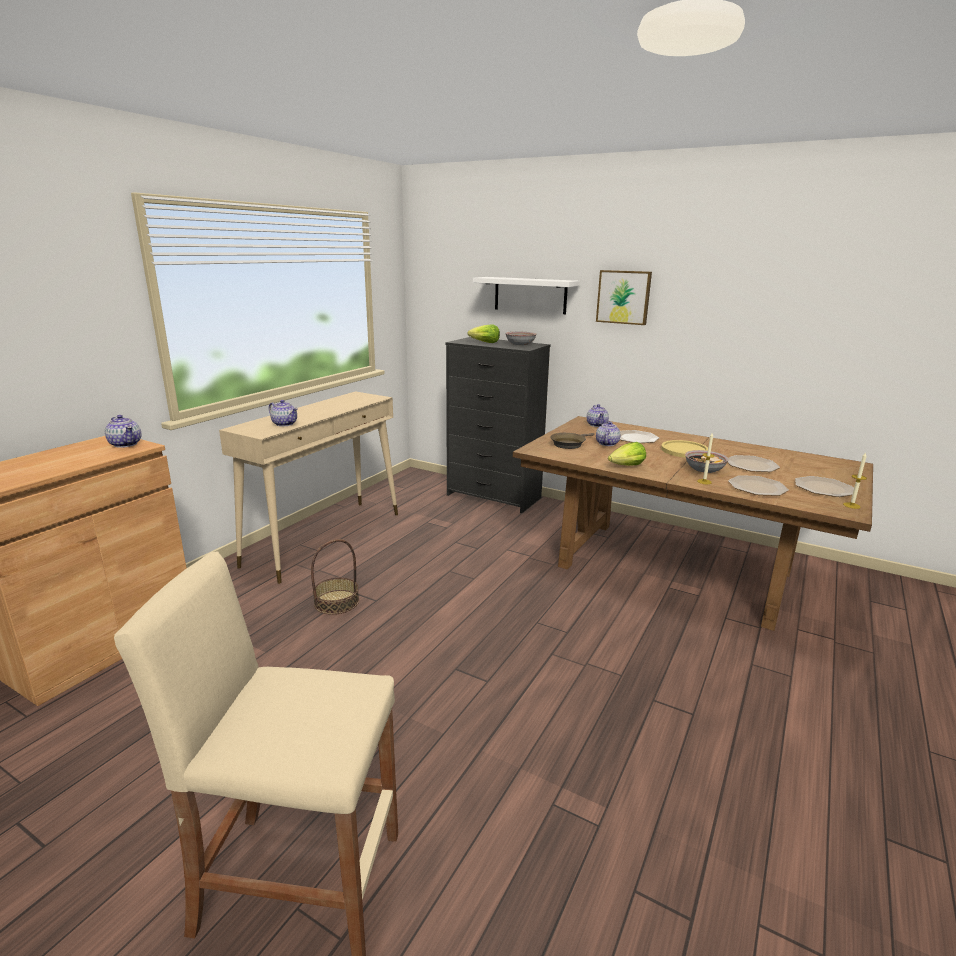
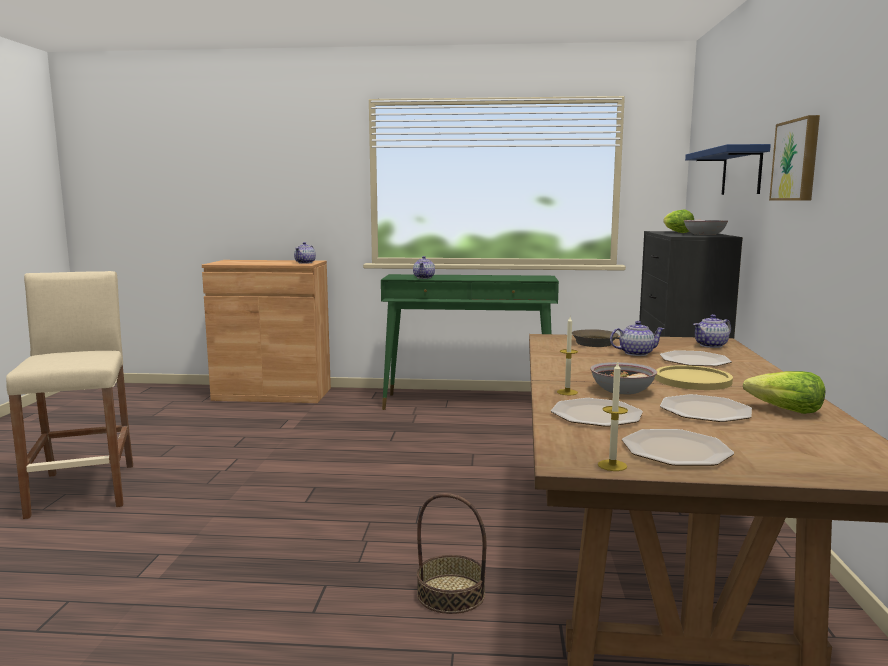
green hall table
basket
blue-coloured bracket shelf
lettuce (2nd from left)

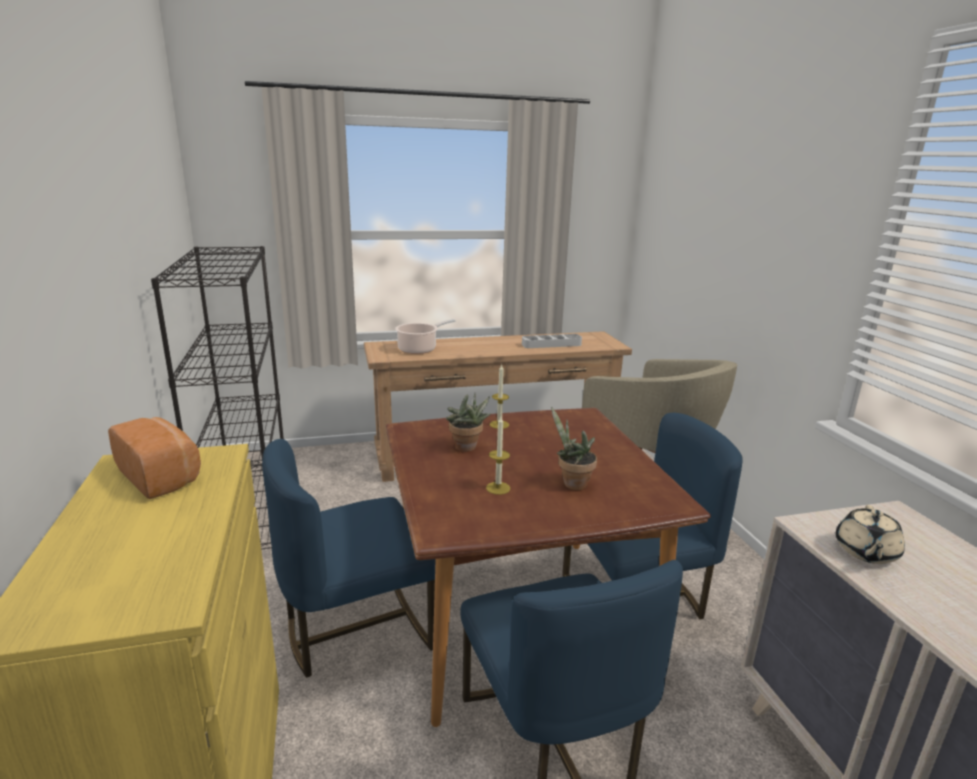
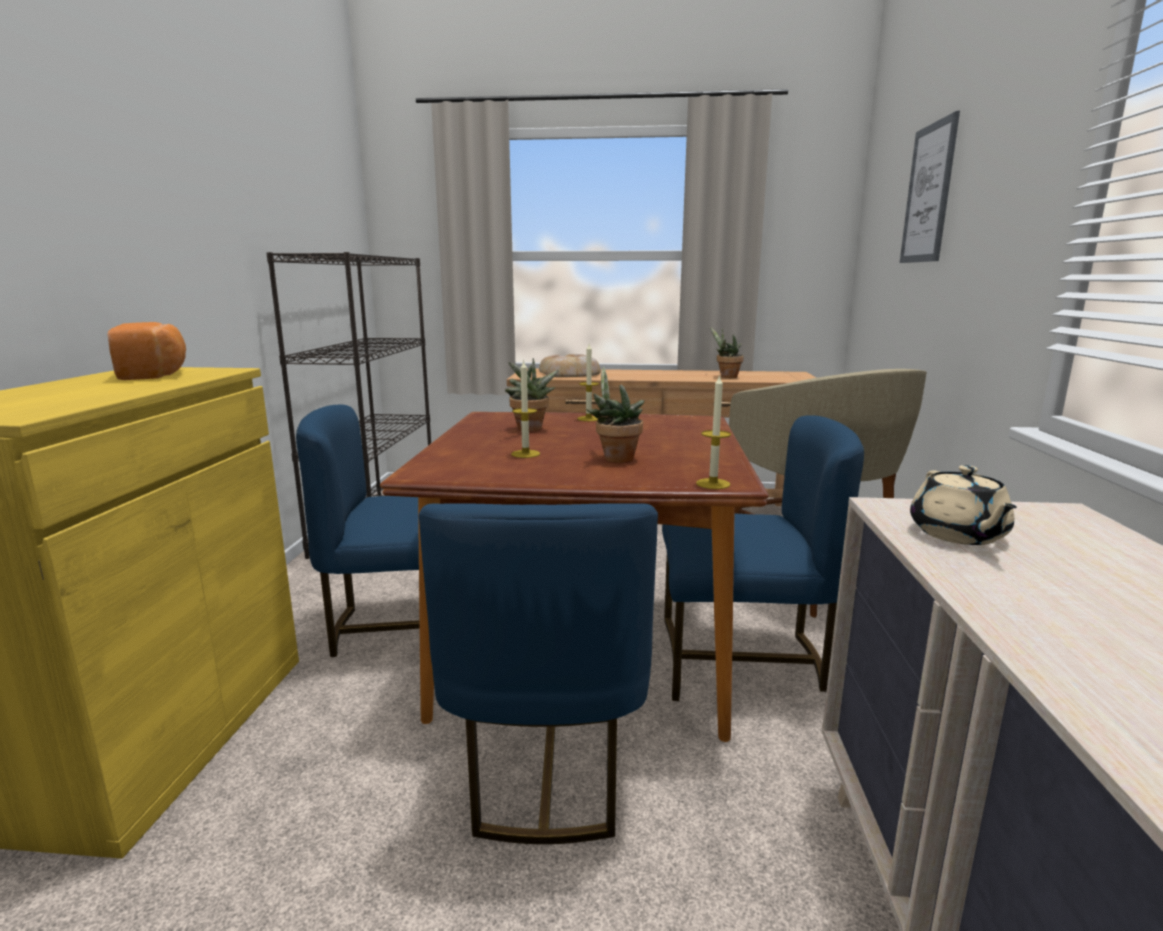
bakery bread (2nd from left)
wax light (3rd from left)
plant in a pot (3rd from left)
wall art
beige teapot

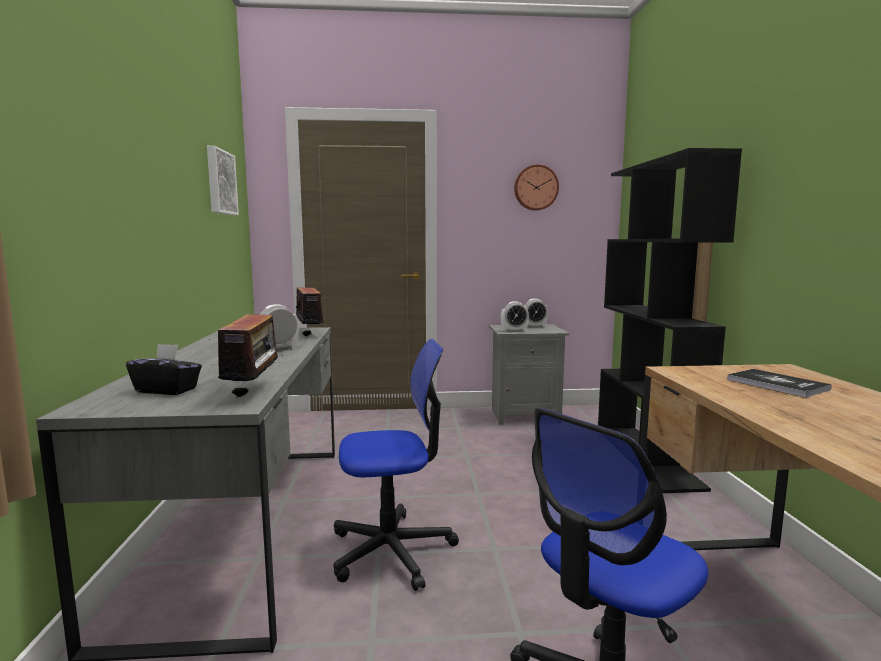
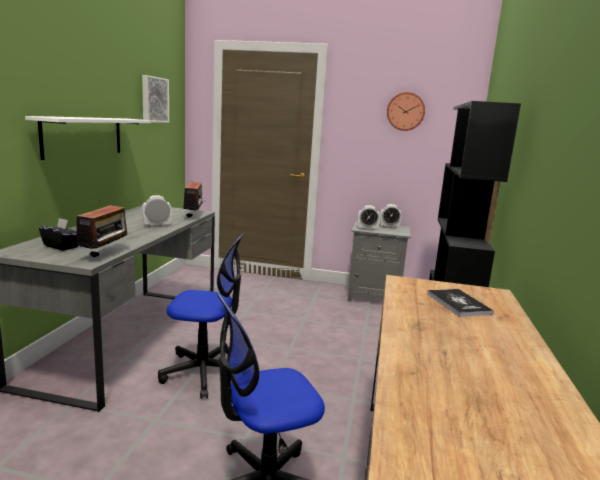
whitish bracket shelf

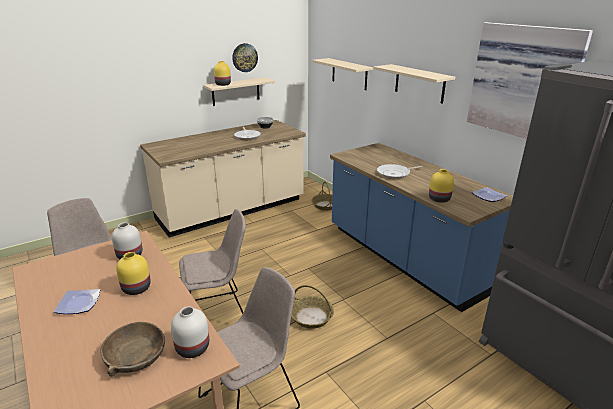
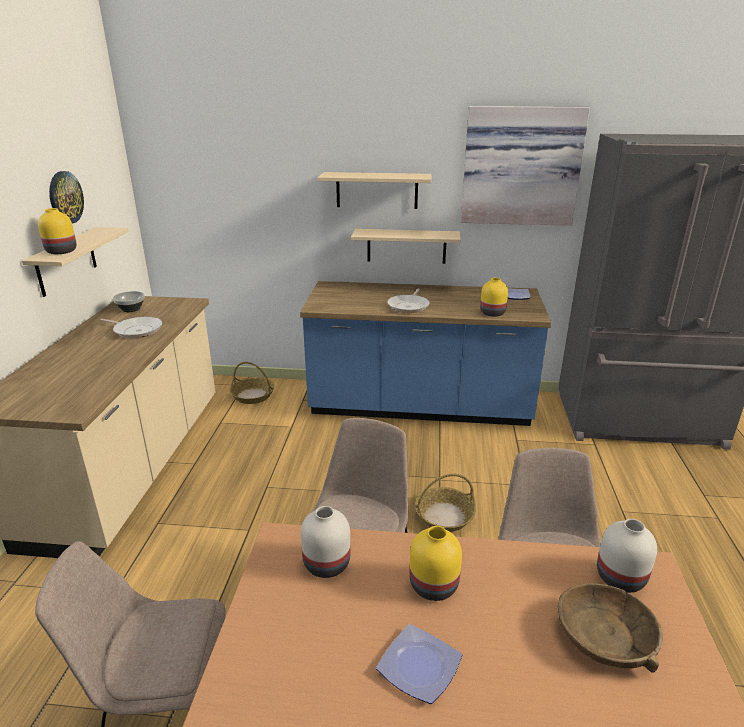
beige bracket shelf (3rd from left)

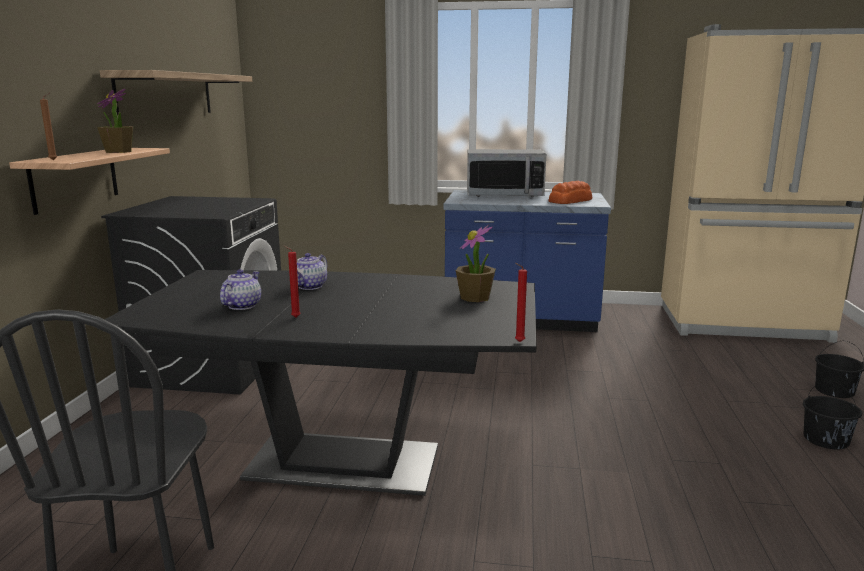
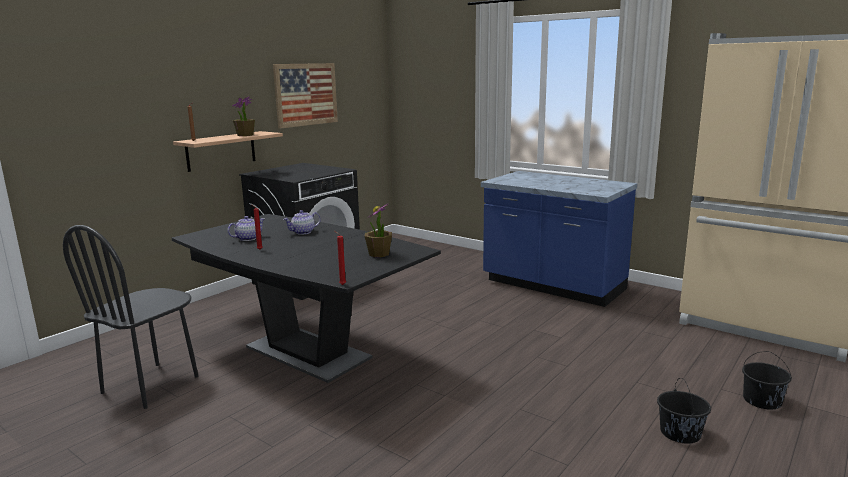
wall art
microwave
bakery bread

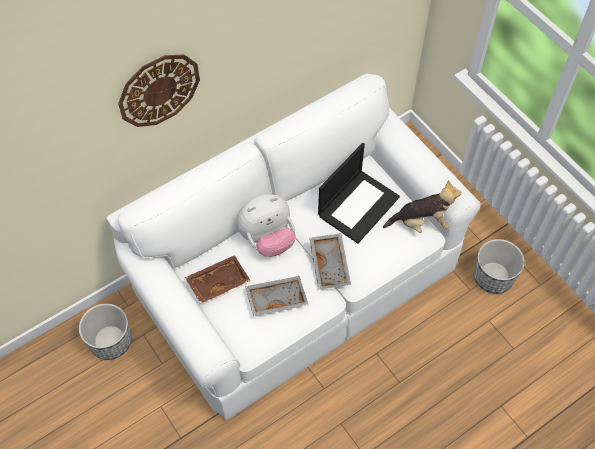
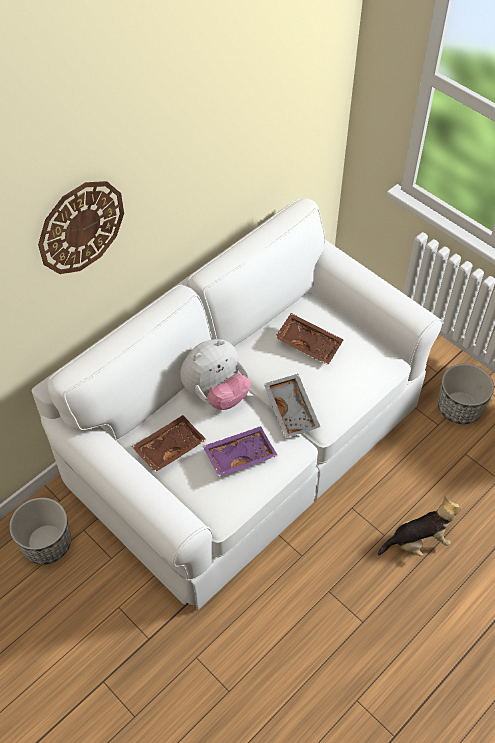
purple-coloured carrying tray
brown carrying tray (2nd from left)
plush toy (2nd from left)

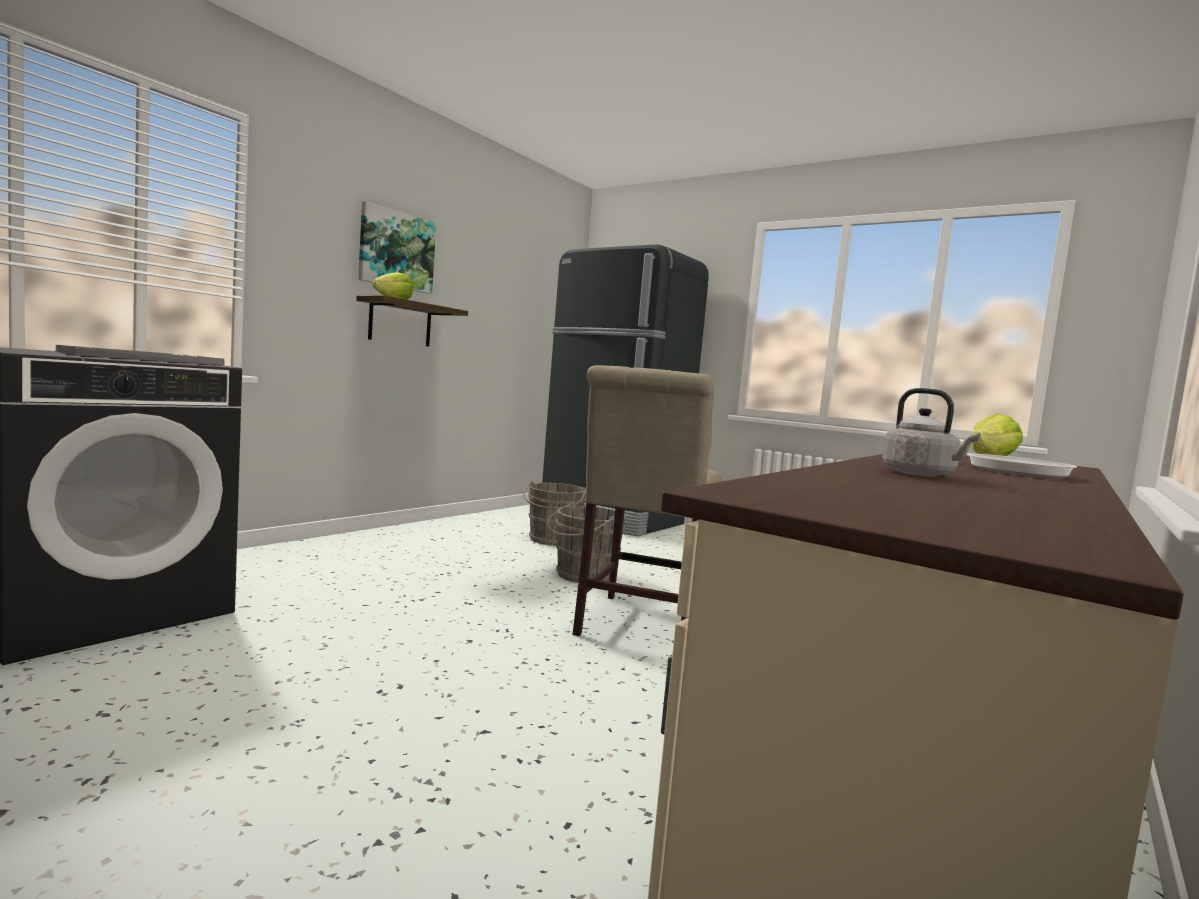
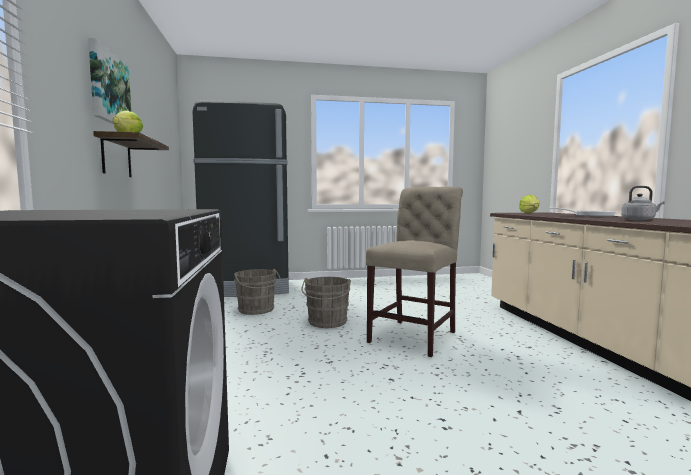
beige chair
carrying tray

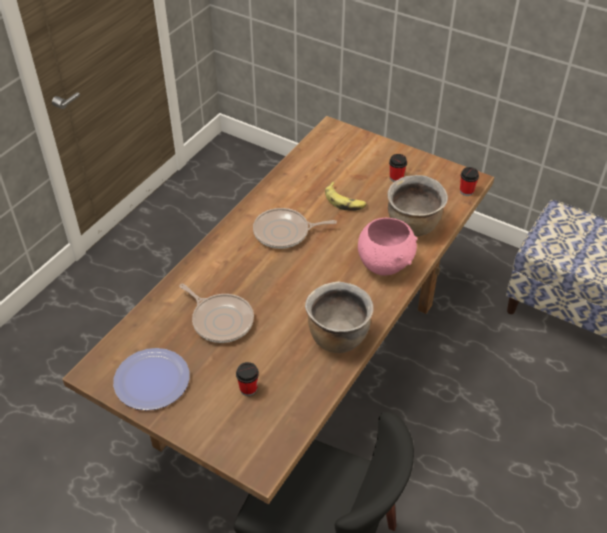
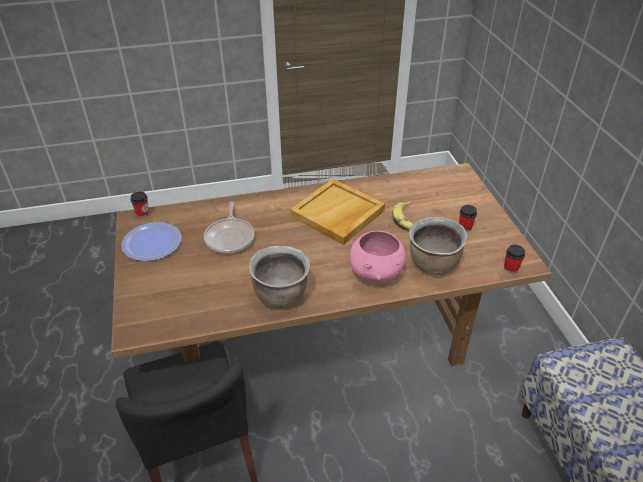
cup (1st from left)
beige carrying tray

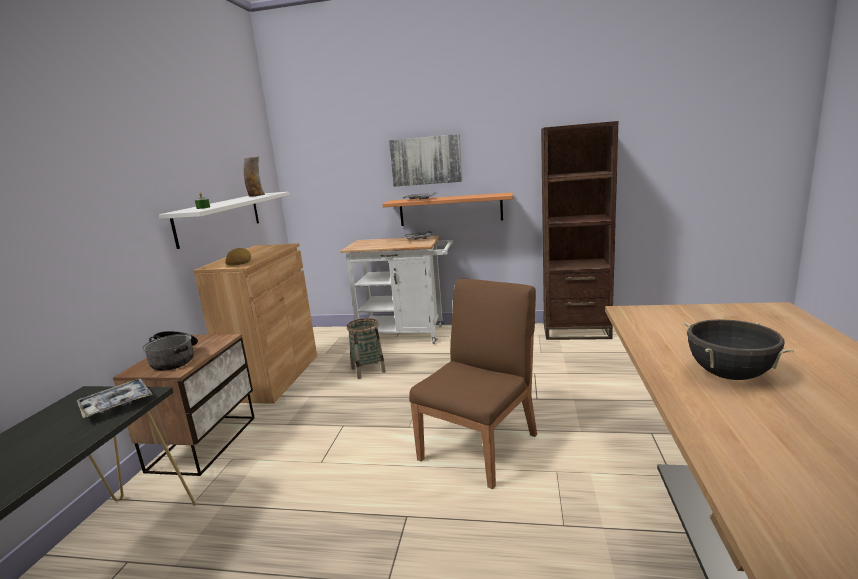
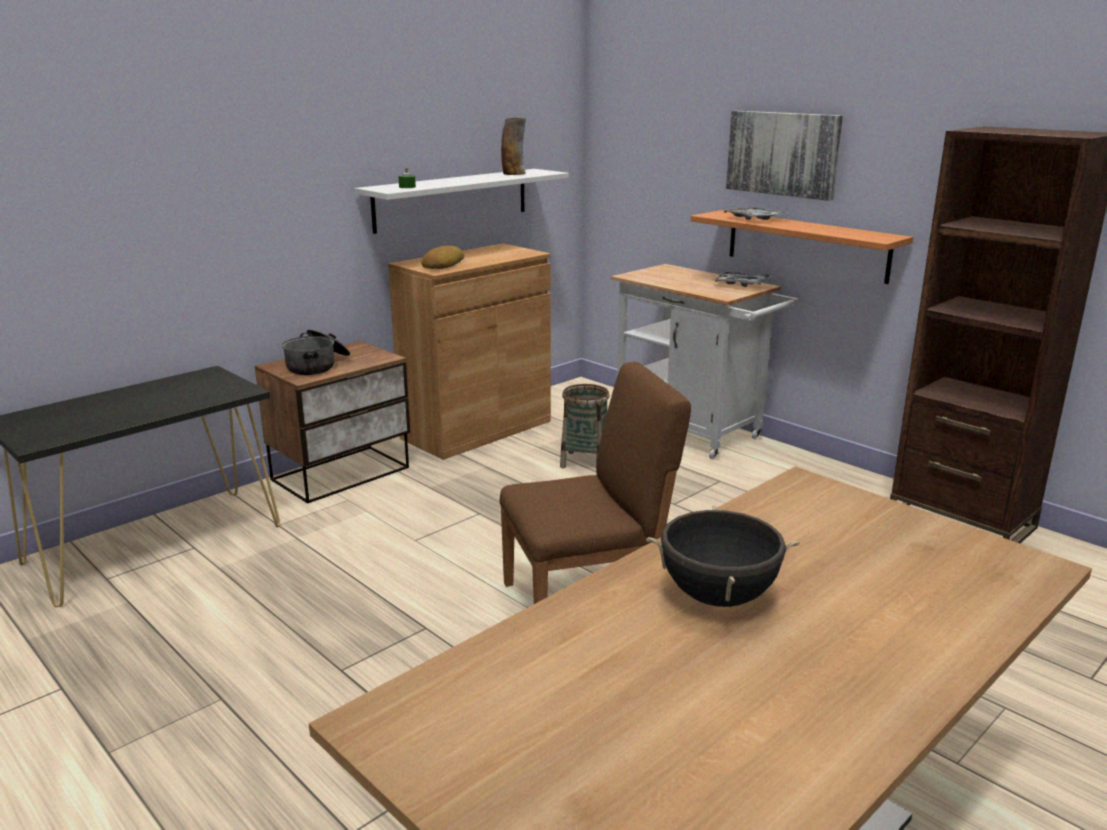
carrying tray (1st from left in the first image)

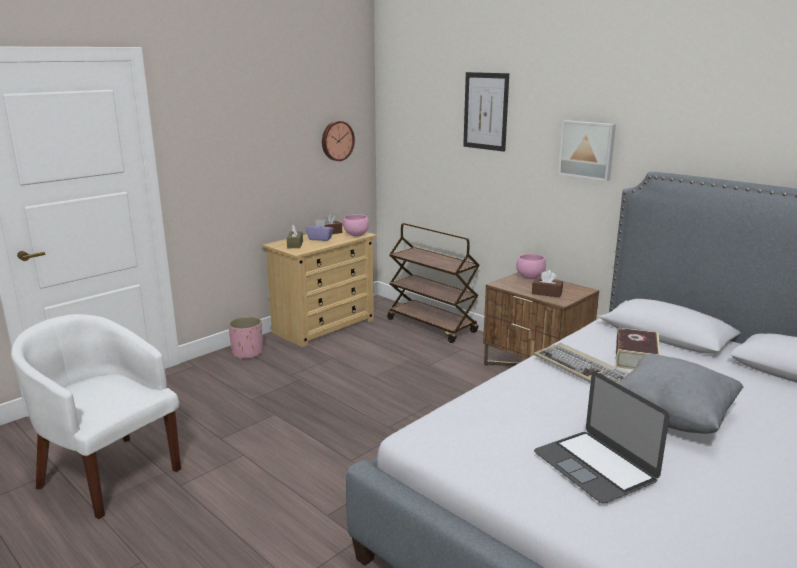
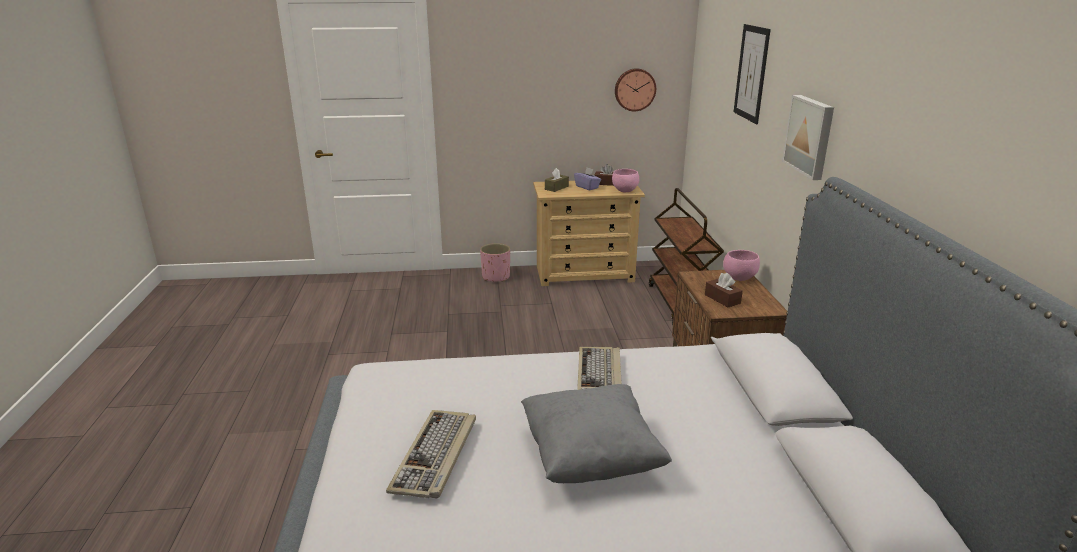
computer keyboard (1st from left)
whitish armchair
bound book

